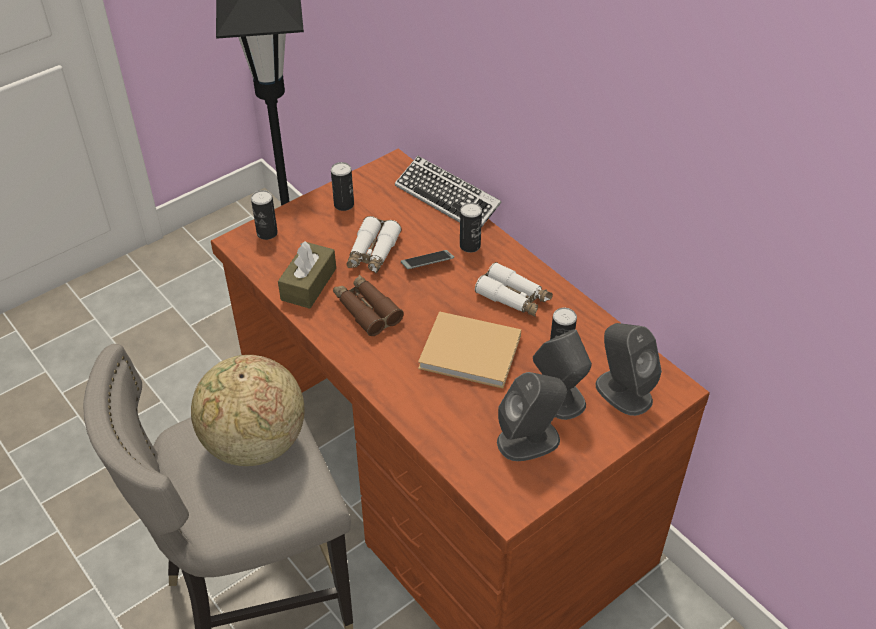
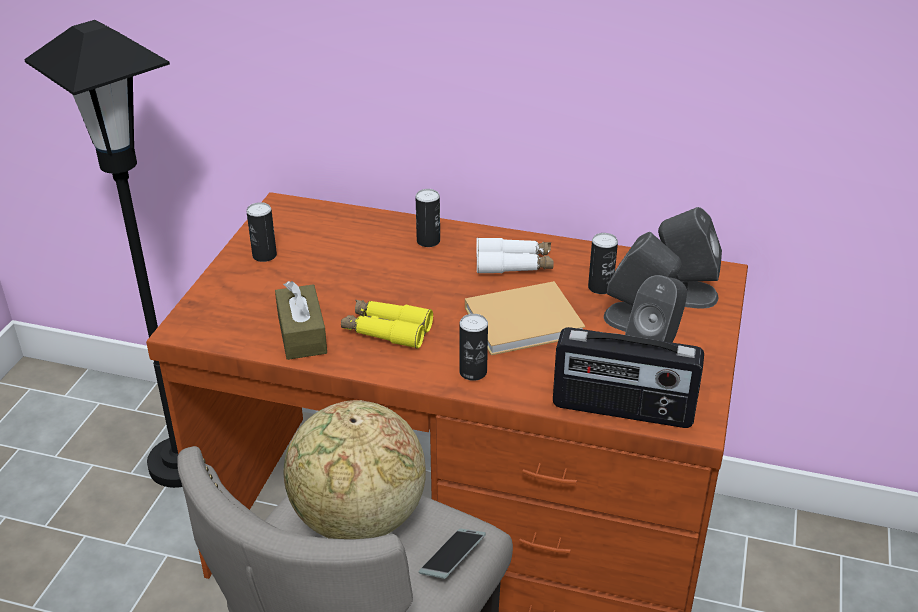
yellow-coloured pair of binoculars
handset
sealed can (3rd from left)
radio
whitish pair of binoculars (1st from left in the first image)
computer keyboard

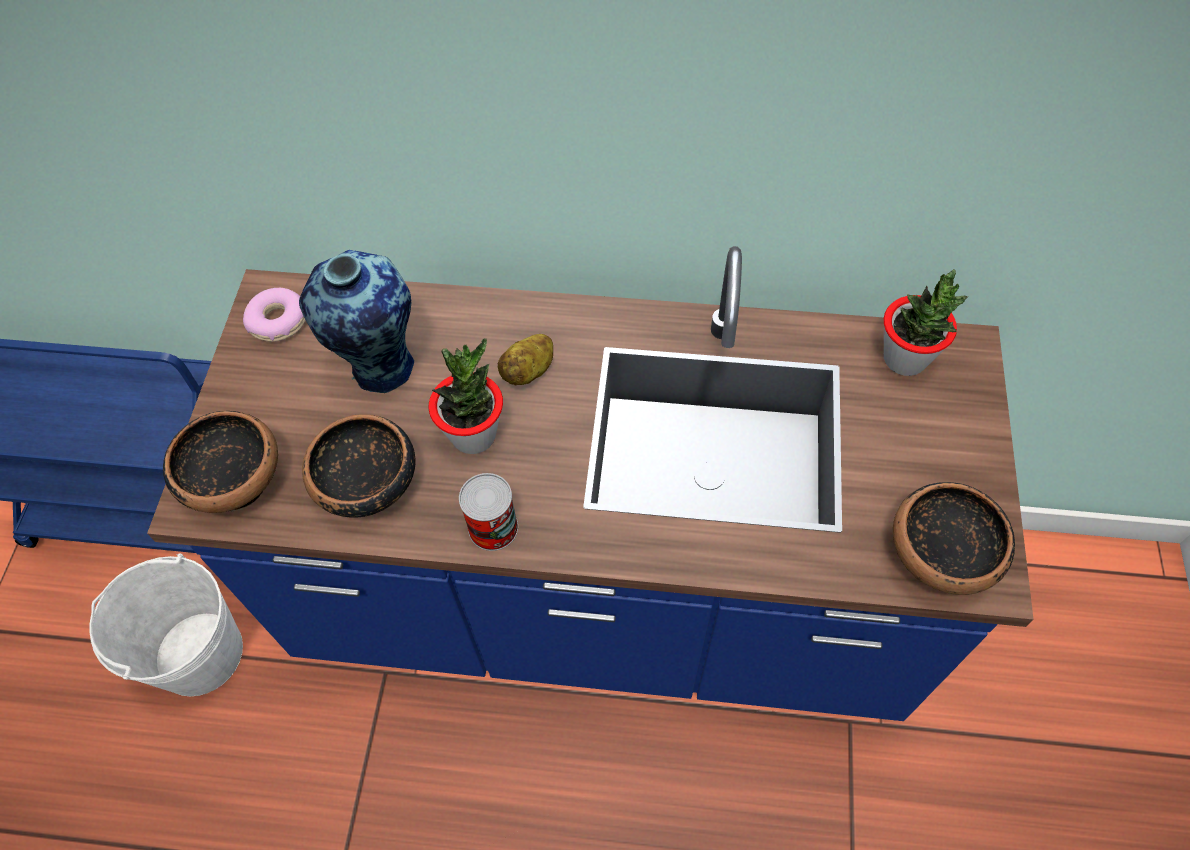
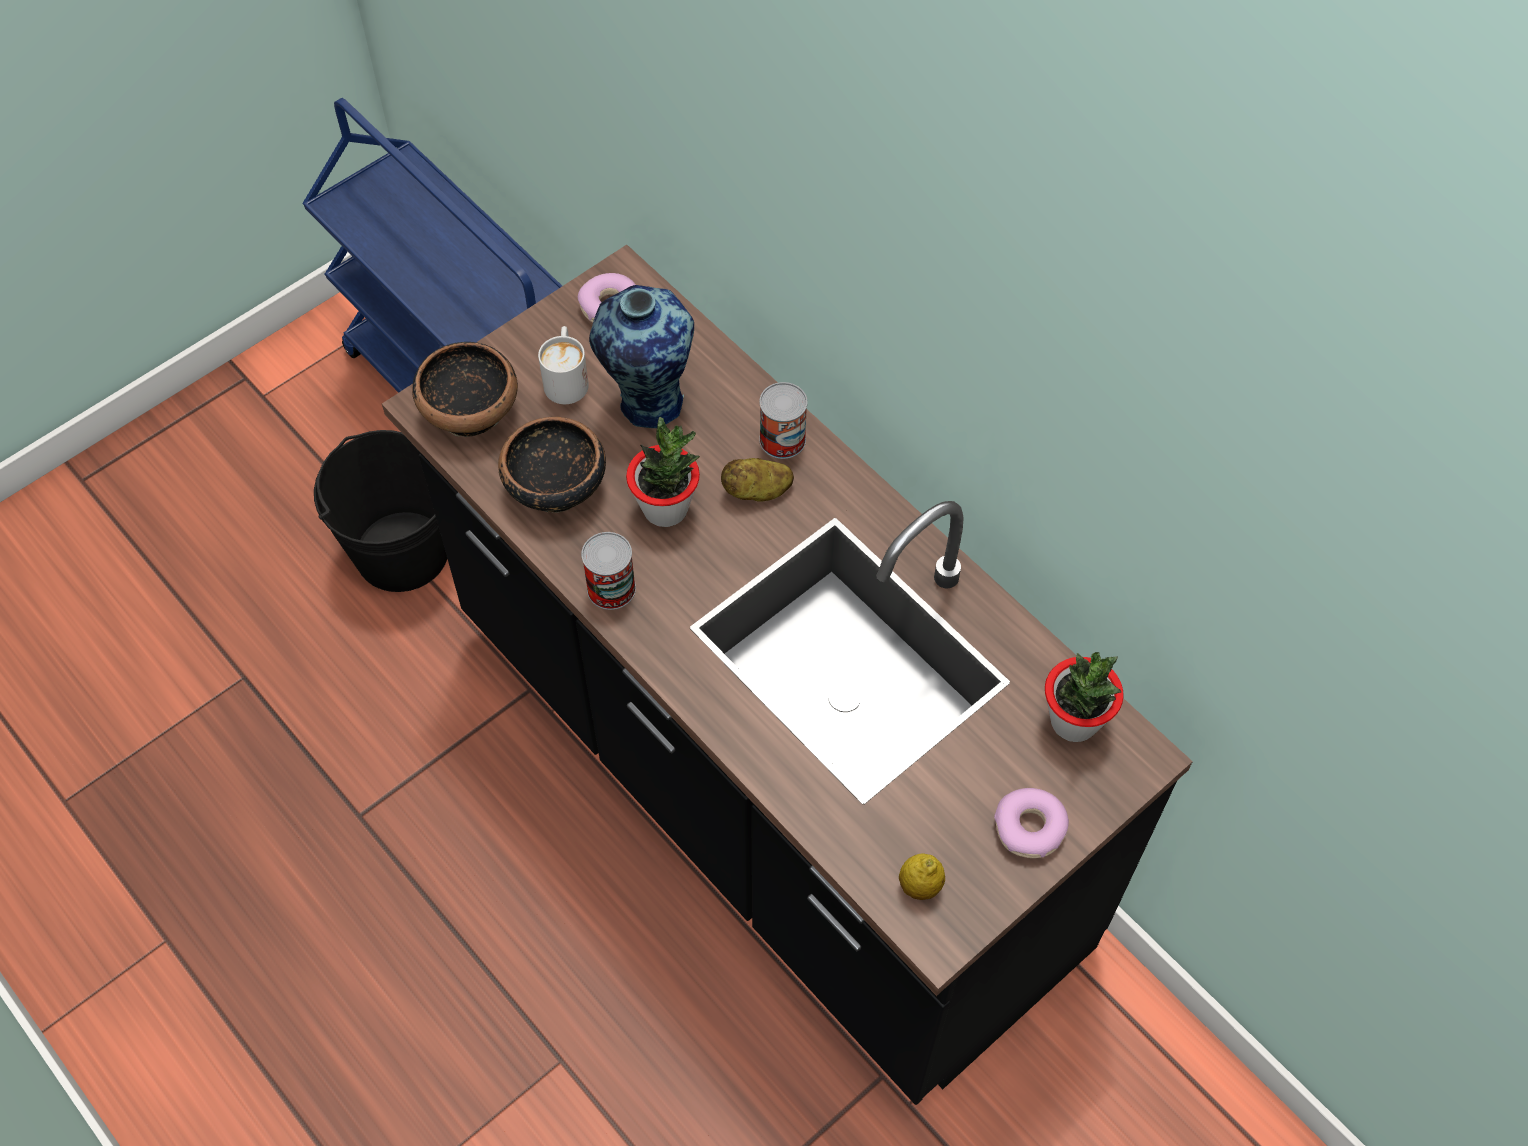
black pail
black kitchen base unit
whitish tea mug
sealed can (2nd from left)
citrus fruit
ring doughnut (2nd from left)

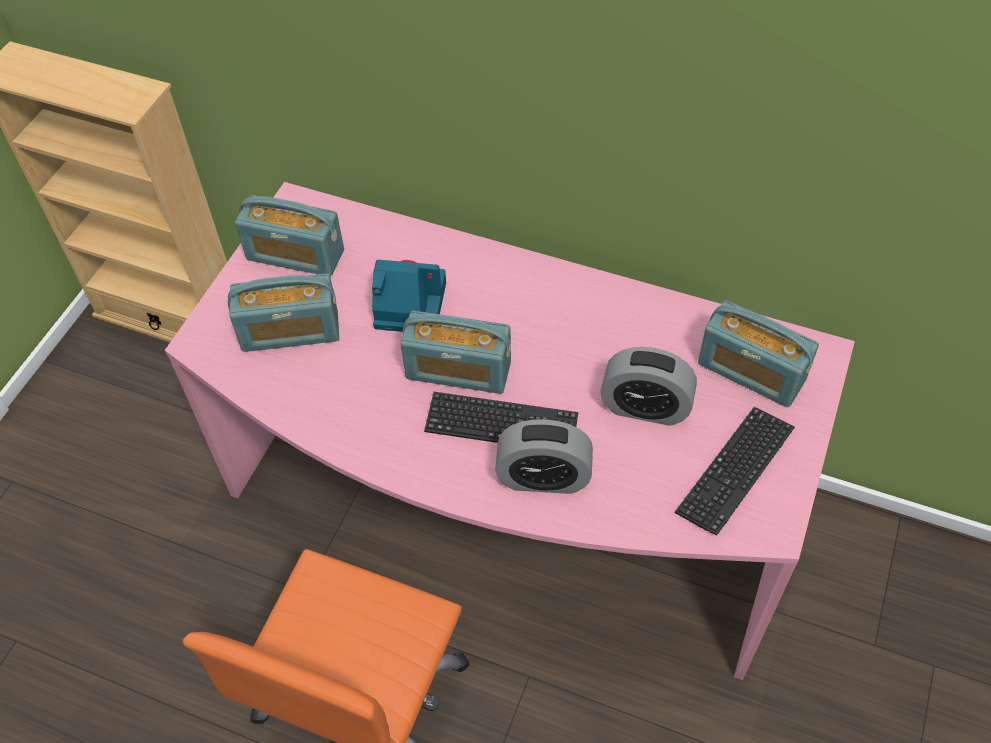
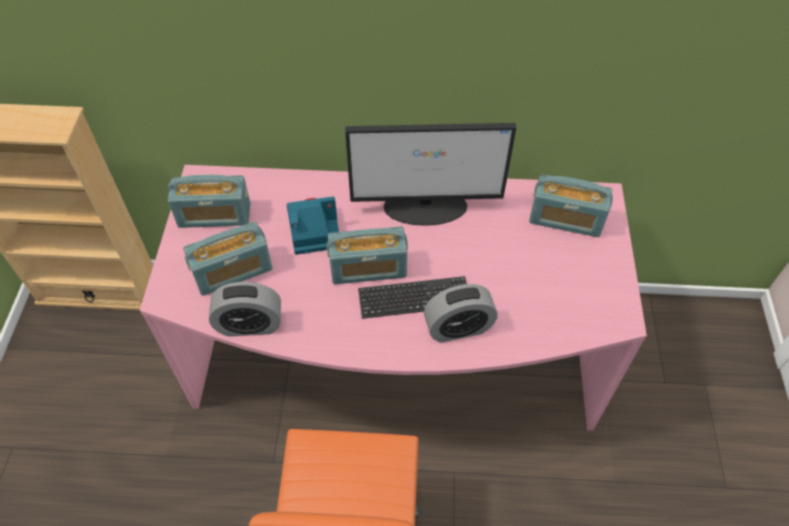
alarm clock (1st from left)
computer screen
computer keyboard (2nd from left in the first image)

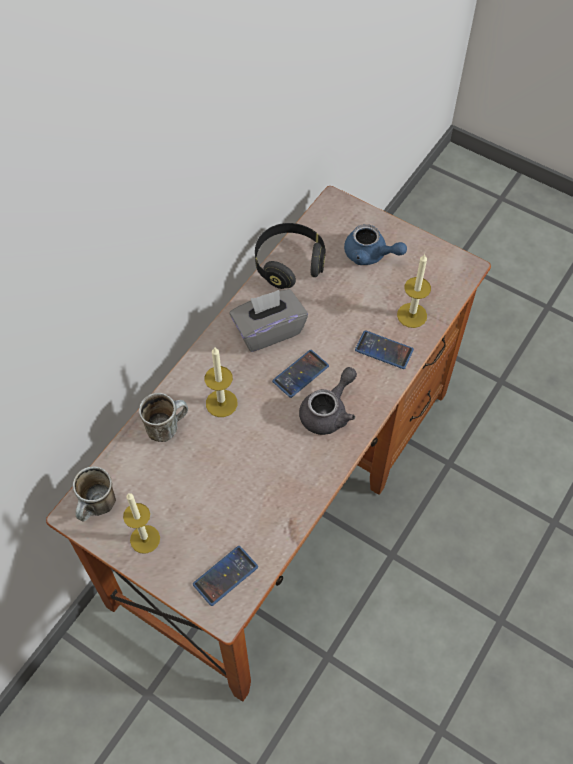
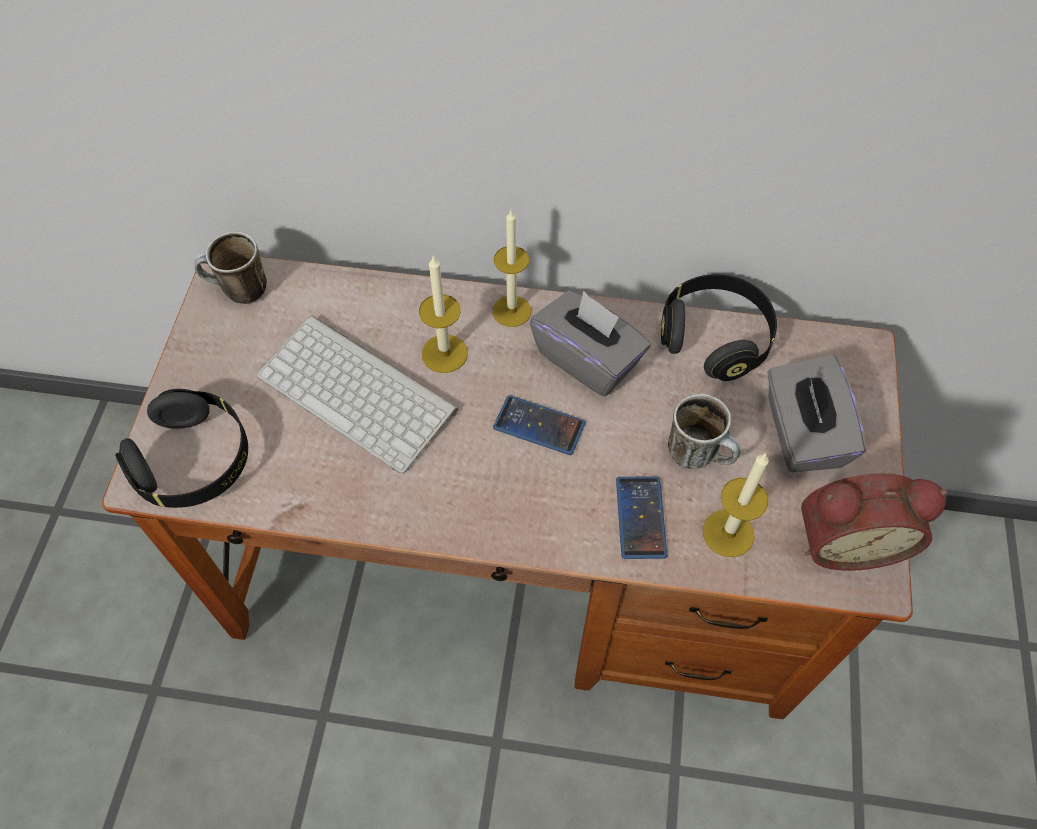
black headset (1st from left)
computer keyboard
wax light (2nd from left)
tea mug (2nd from left)
grey tissue box (2nd from left)
alarm clock
grey teapot

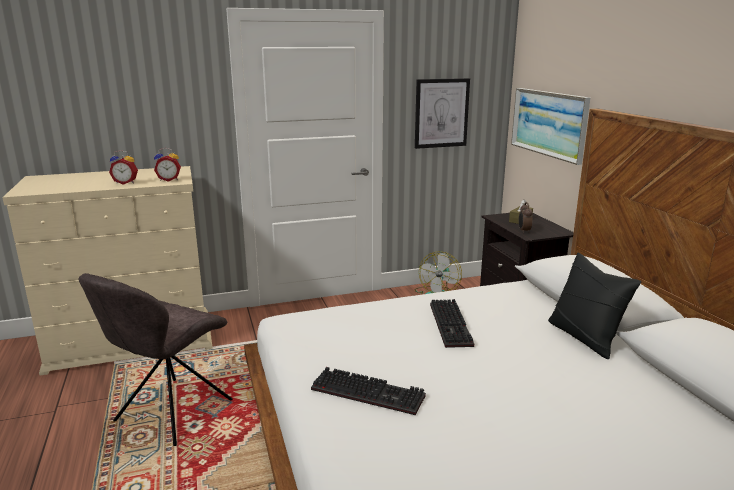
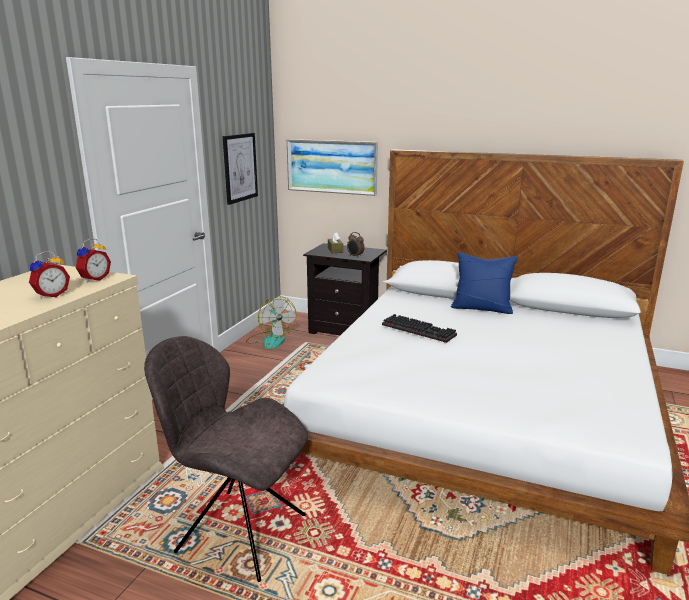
grey chair
blue-coloured cushion
computer keyboard (1st from left in the first image)

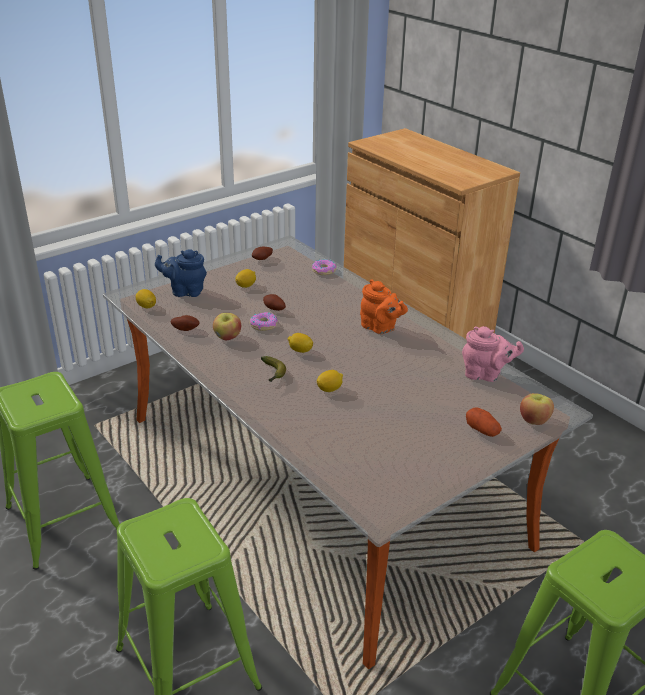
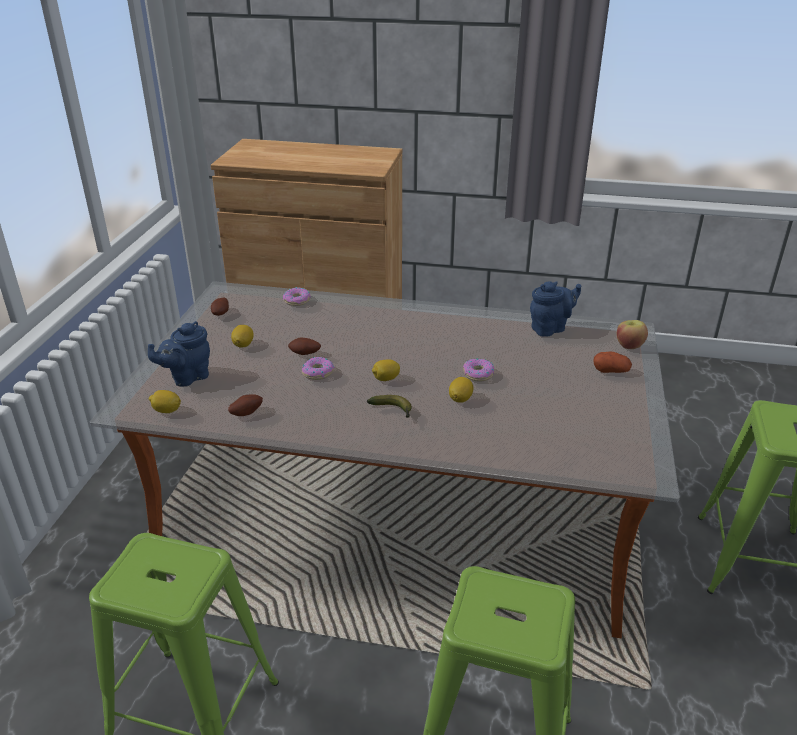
ring doughnut (3rd from left)
blue-coloured teapot (2nd from left)
whole apple (1st from left in the first image)
orange teapot

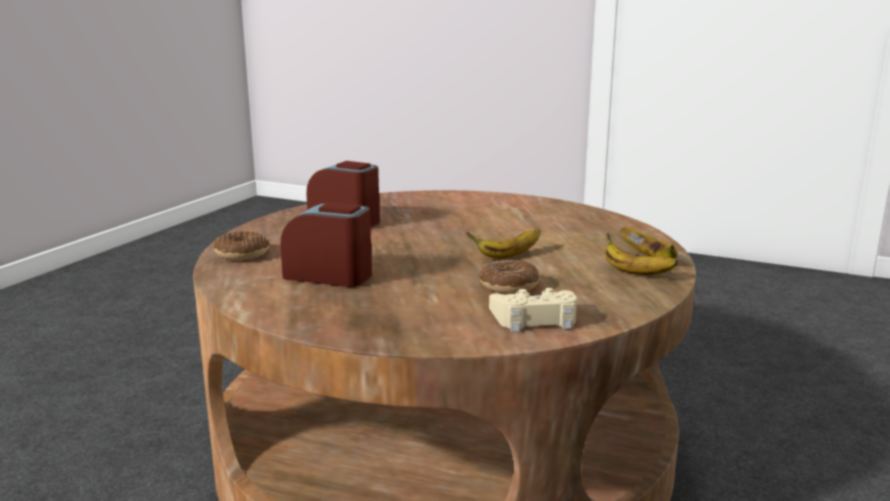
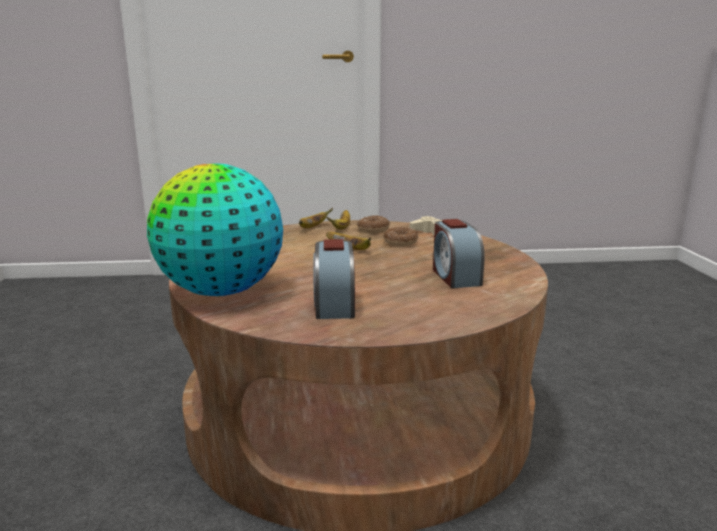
globe
ring doughnut (1st from left)

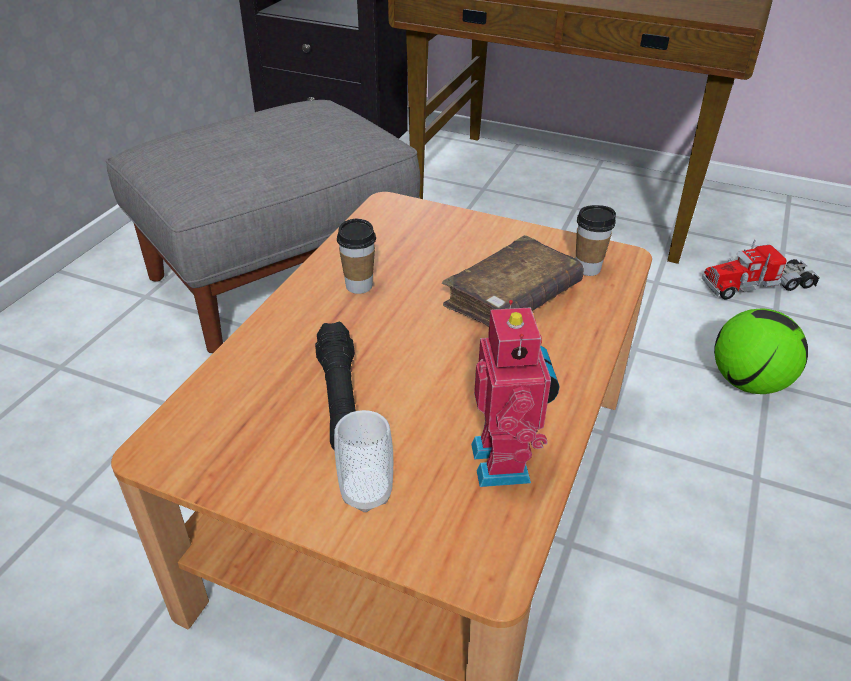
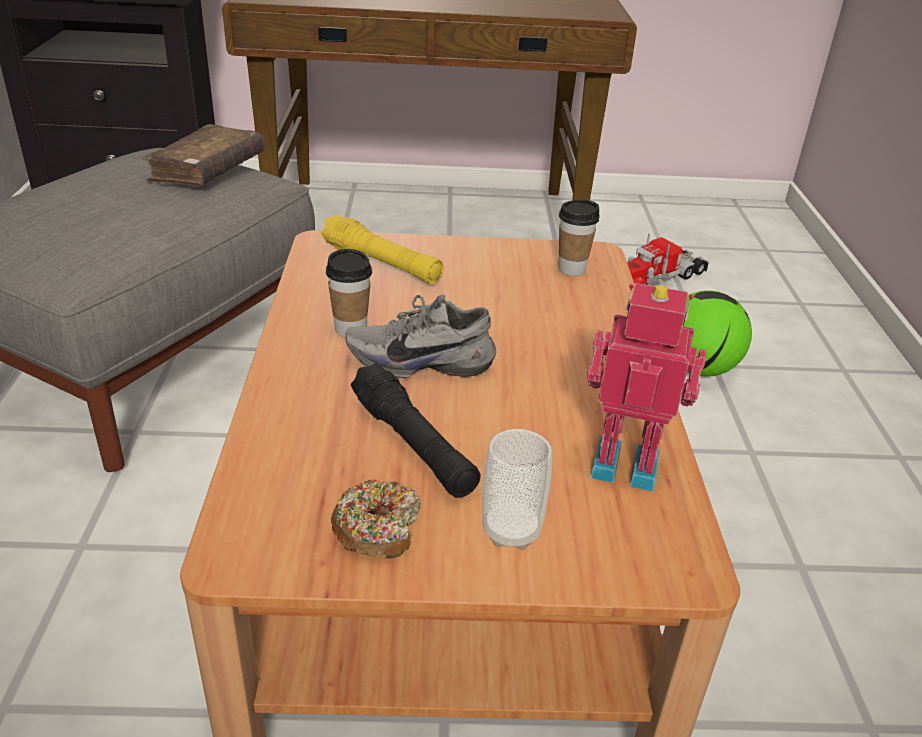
brown bound book
yellow-coloured torch
ring doughnut
grey low shoe
toy robot

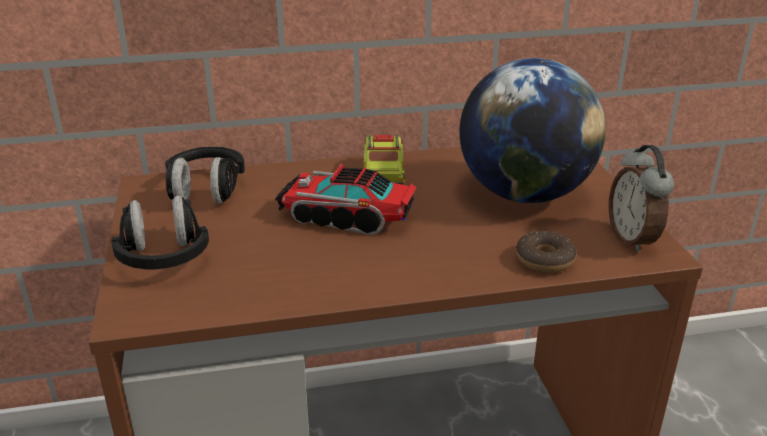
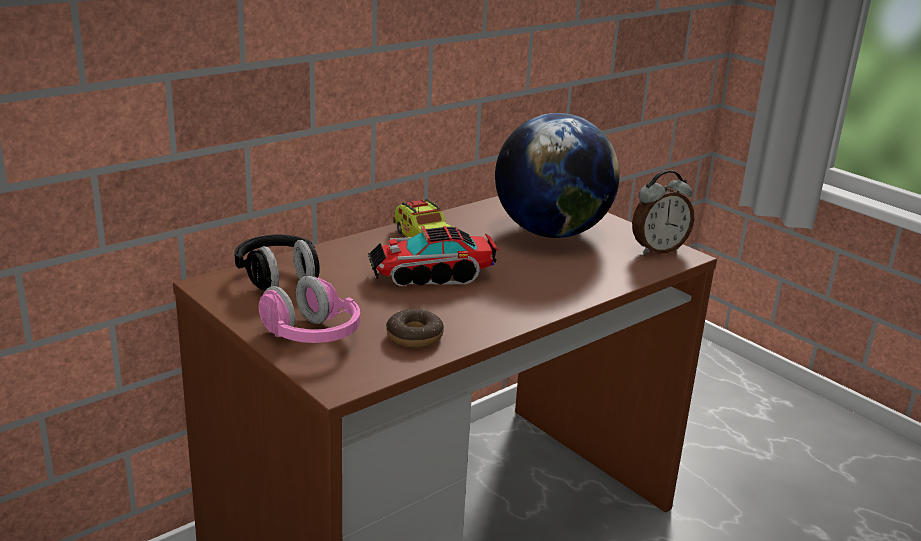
pink headset
ring doughnut
alarm clock

